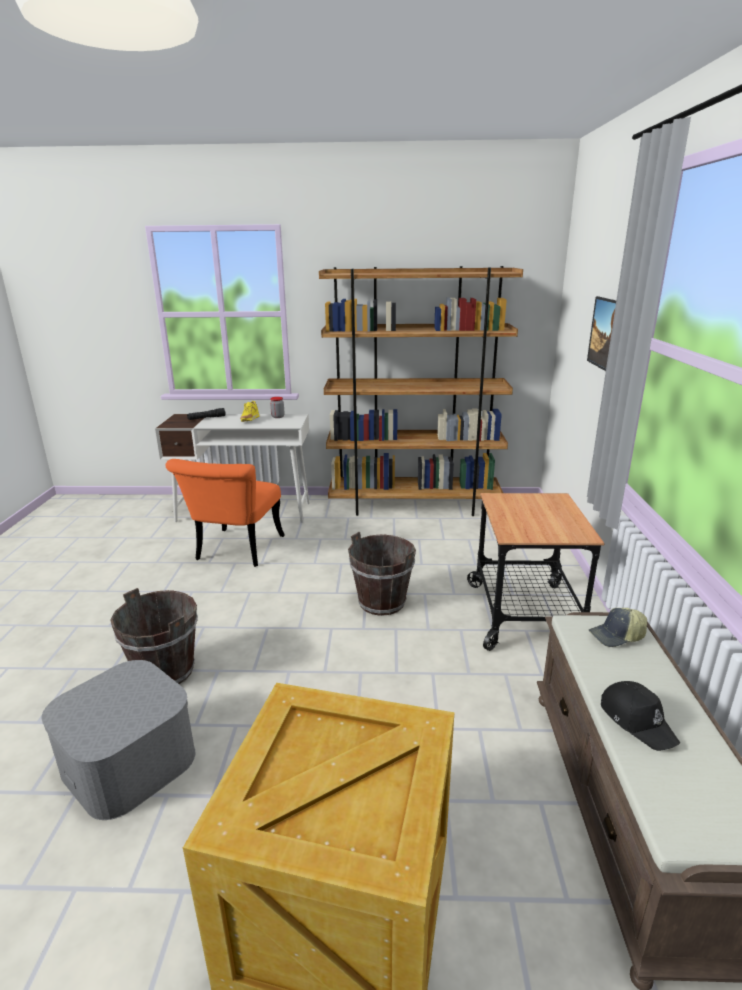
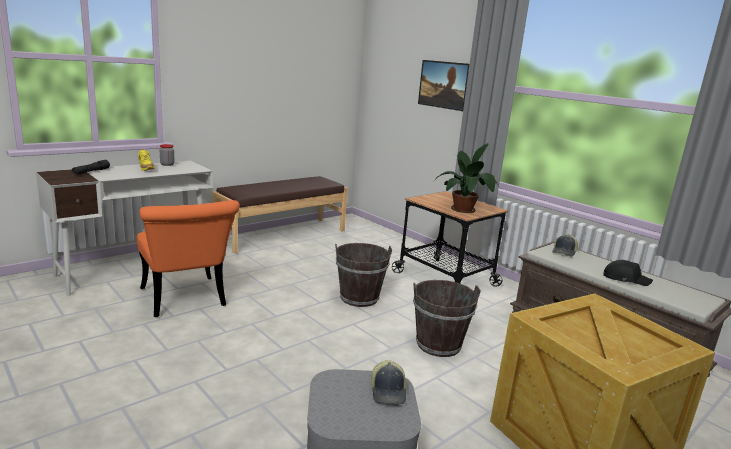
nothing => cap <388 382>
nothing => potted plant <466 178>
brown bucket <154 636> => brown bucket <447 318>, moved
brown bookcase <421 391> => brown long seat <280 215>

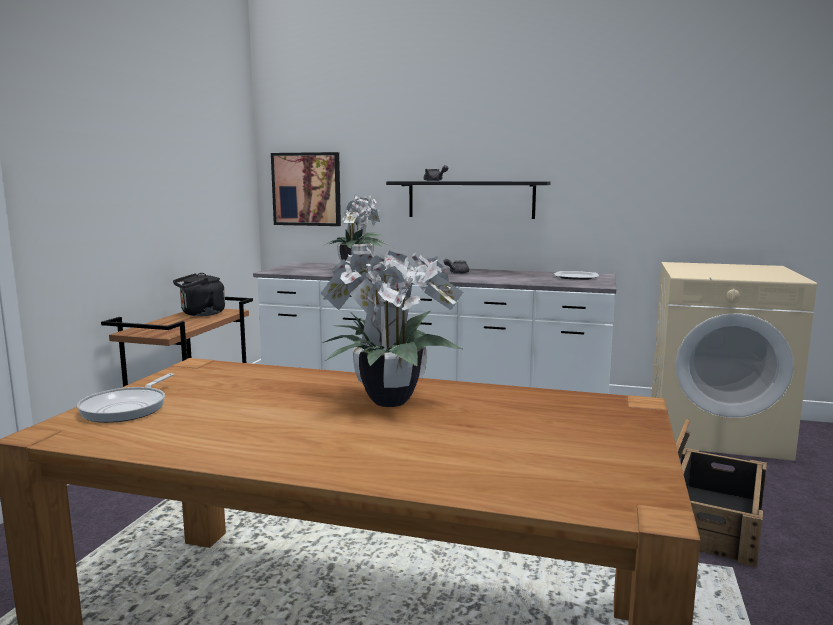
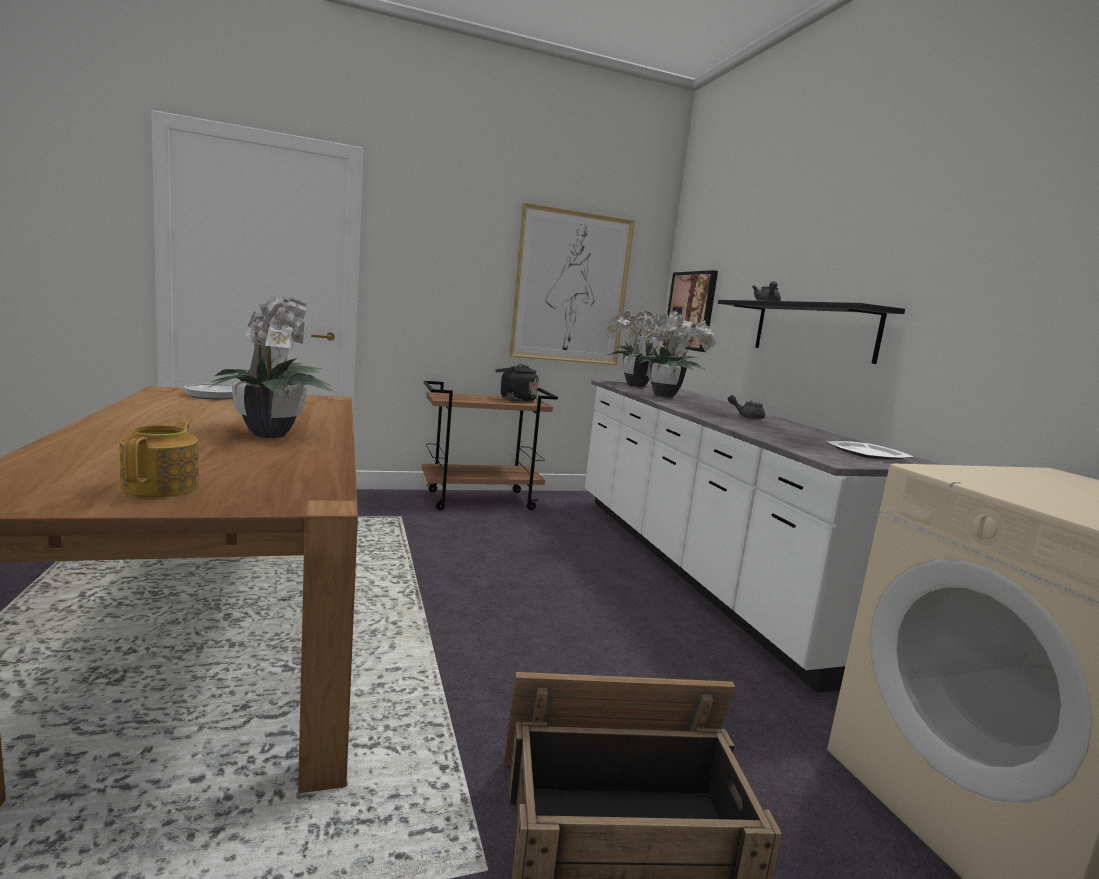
nothing => pot for tea <159 460>
nothing => wall picture <572 283>
nothing => potted plant <635 348>

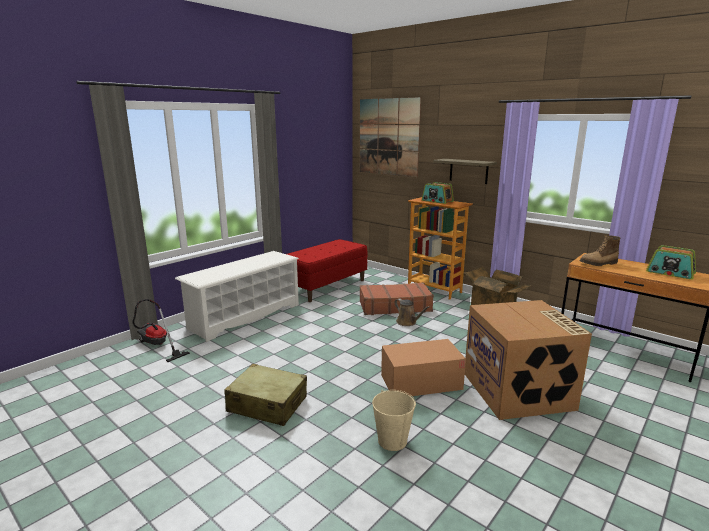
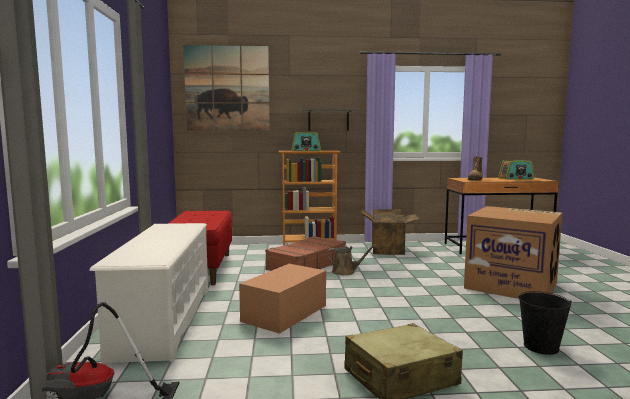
carton <423 367> => carton <282 299>, moved
beige bucket <394 420> => black bucket <545 323>

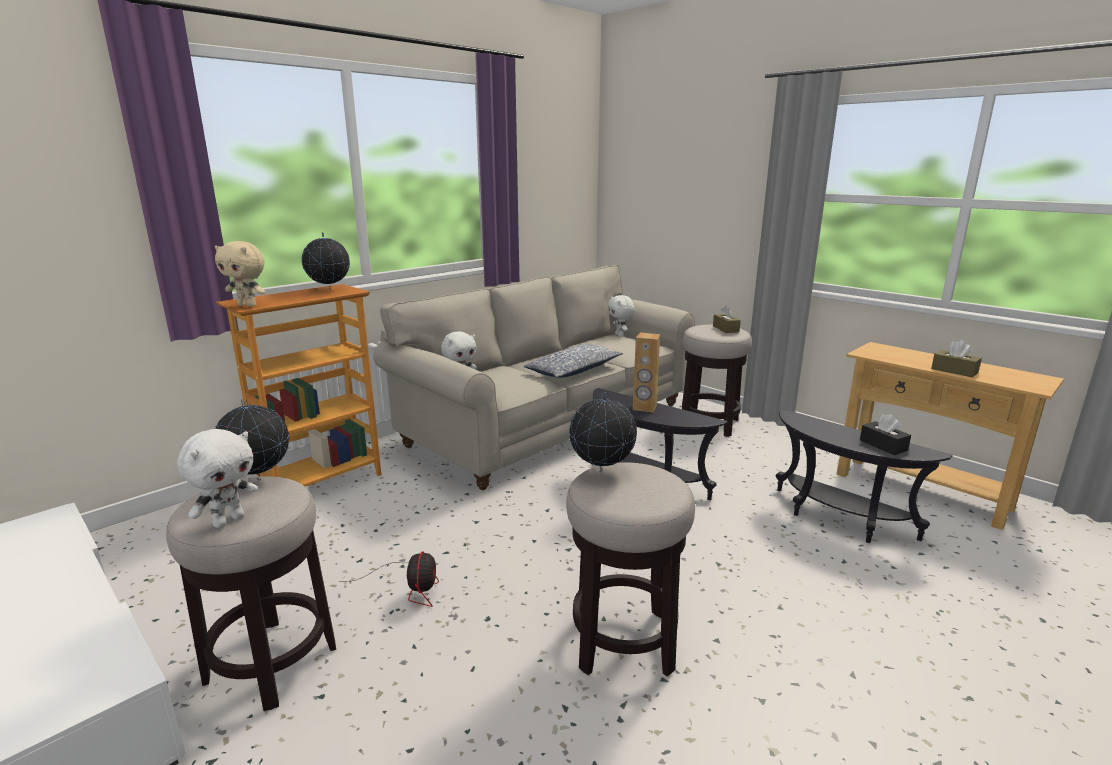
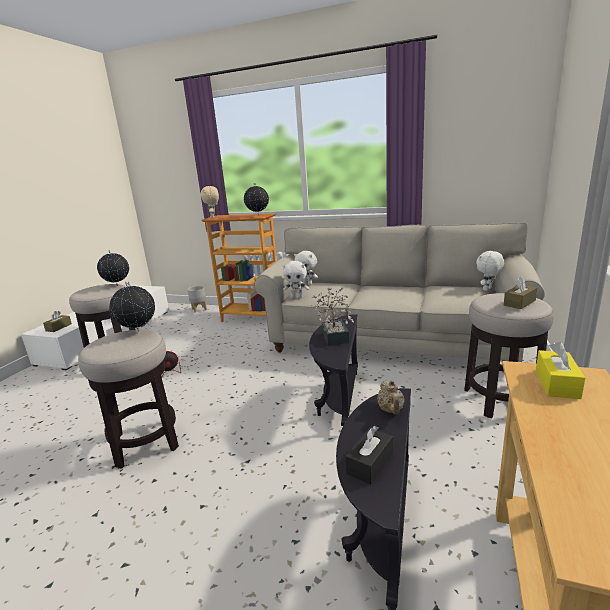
pillow <573 361> => nothing
nothing => grey plant pot <197 299>
nothing => beige pot for tea <391 397>
nothing => yellow box of tissues <560 370>
white plush toy <217 478> => white plush toy <295 279>, moved
brown box of tissues <956 358> => brown box of tissues <57 321>, moved
brown loudspeaker <646 372> => potted plant <332 316>

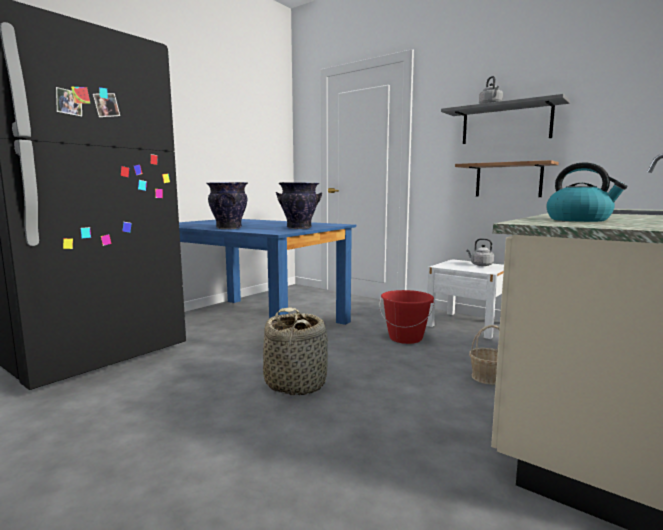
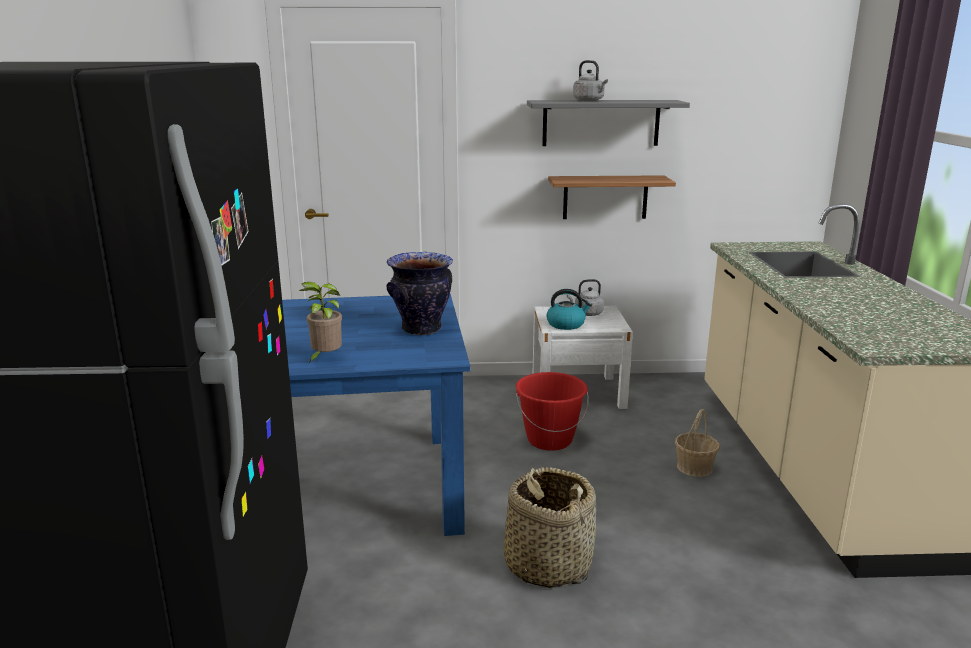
water kettle <586 192> => water kettle <569 309>, moved
decorative vase <227 205> => potted plant <320 323>

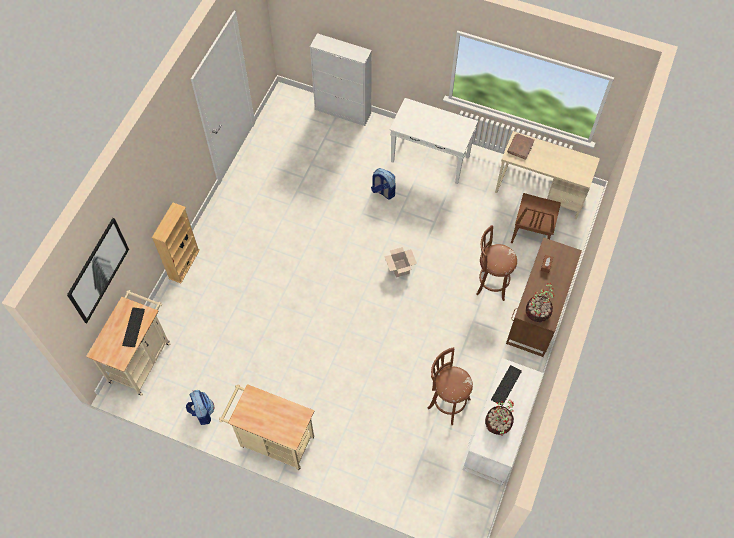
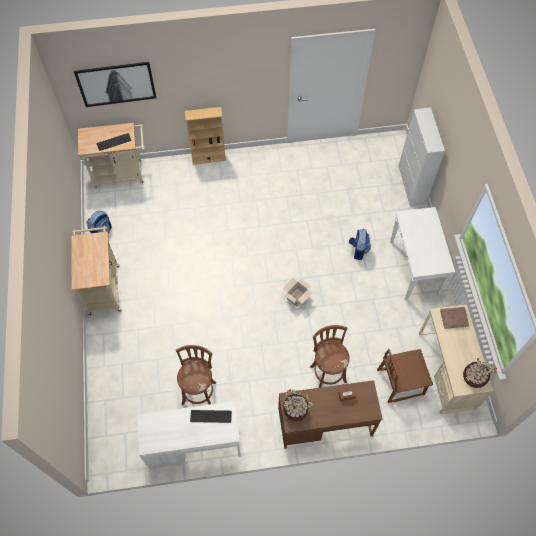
potted plant <499 418> => potted plant <480 373>, moved

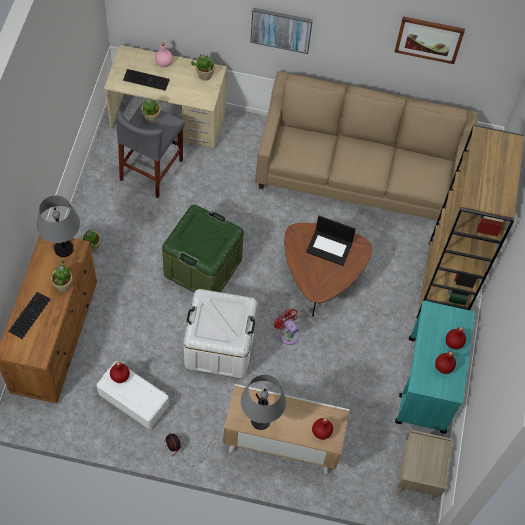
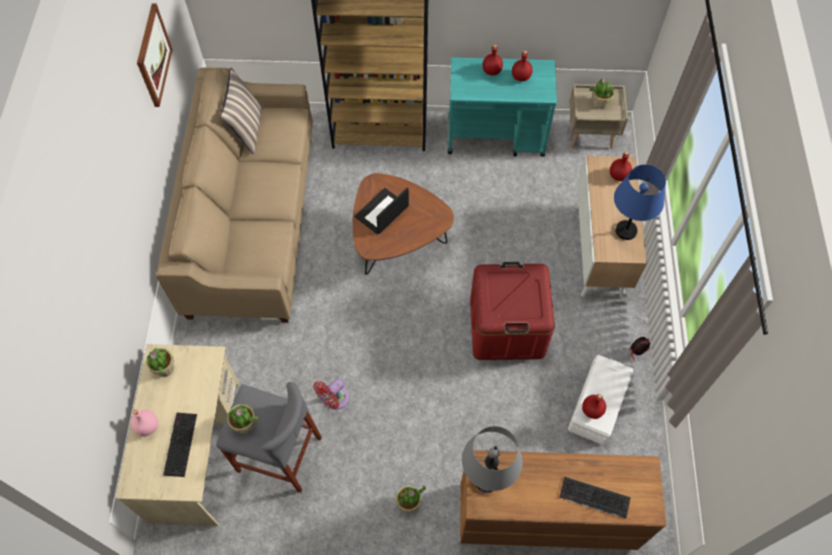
green storage container <203 248> => nothing
wall picture <281 31> => nothing
nothing => pillow <241 110>
potted plant <62 275> => potted plant <602 93>, moved
red fan <286 327> => red fan <331 393>, moved
white storage container <221 334> => red storage container <512 311>
grey table lamp <263 402> => bluish table lamp <640 202>
notebook computer <331 241> => notebook computer <381 210>, 150 degrees counterclockwise

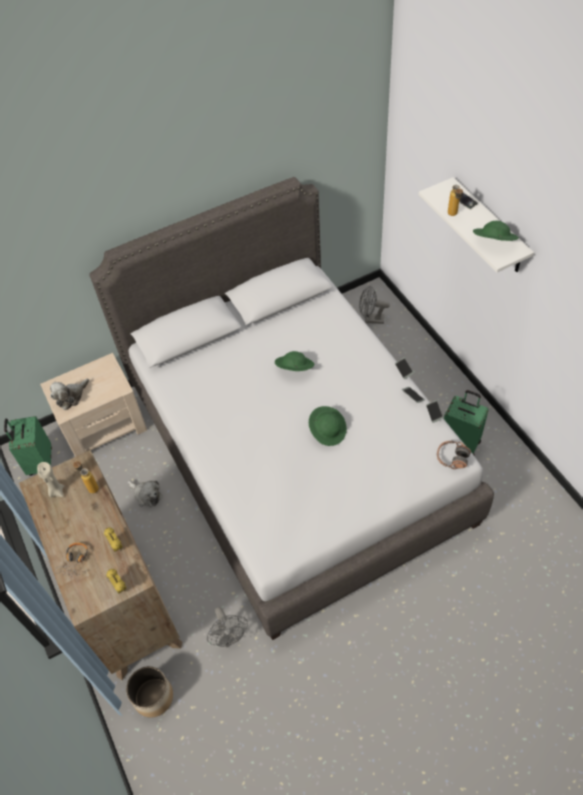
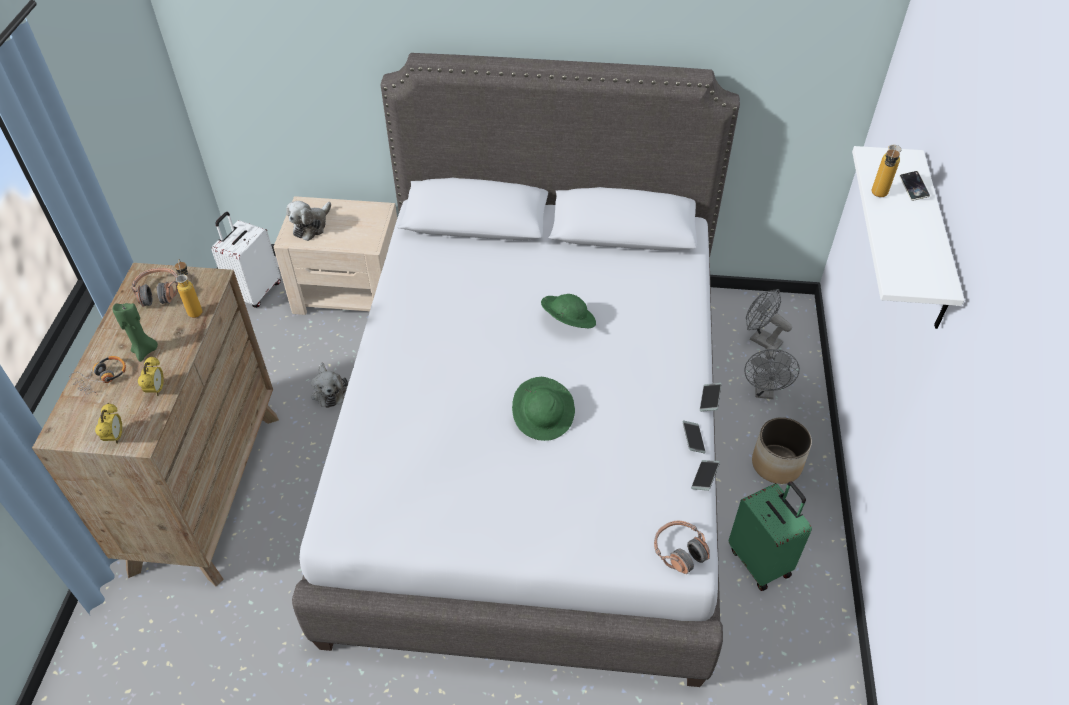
green hat <496 231> => nothing
nothing => green wax candle <135 332>
plant pot <149 692> => plant pot <782 450>, moved
grey fan <227 627> => grey fan <772 372>, moved
beige wax candle <50 480> => headset <155 287>
green travel case <28 446> => white travel case <246 260>
plush toy <69 394> => plush toy <308 221>, 45 degrees counterclockwise

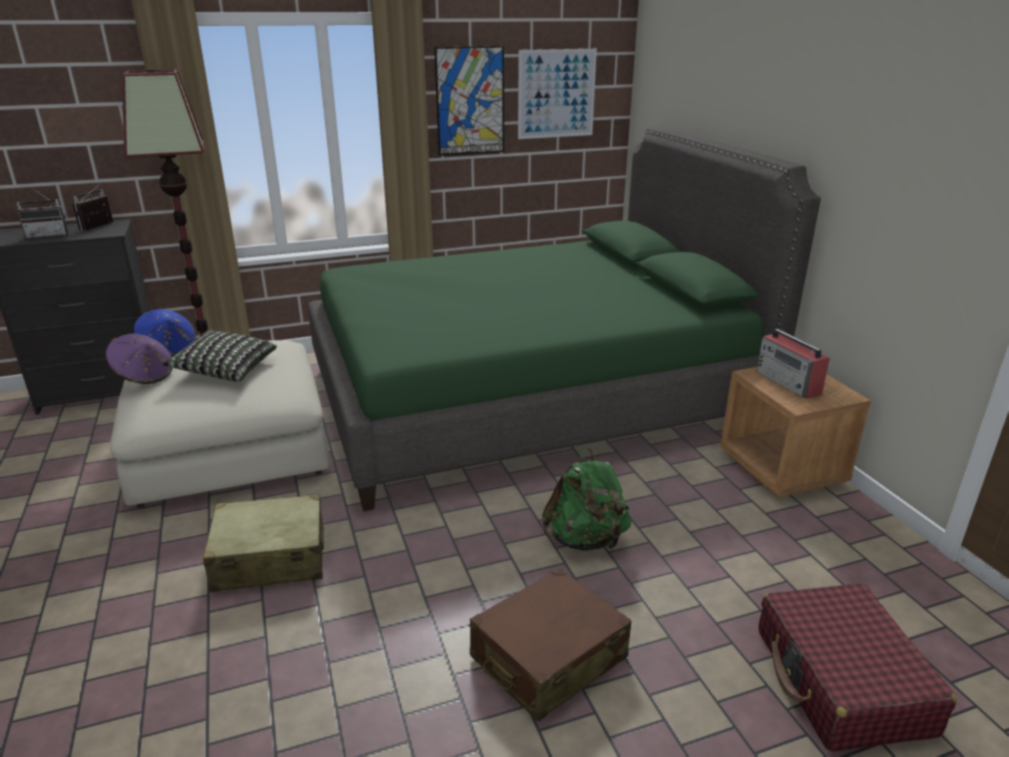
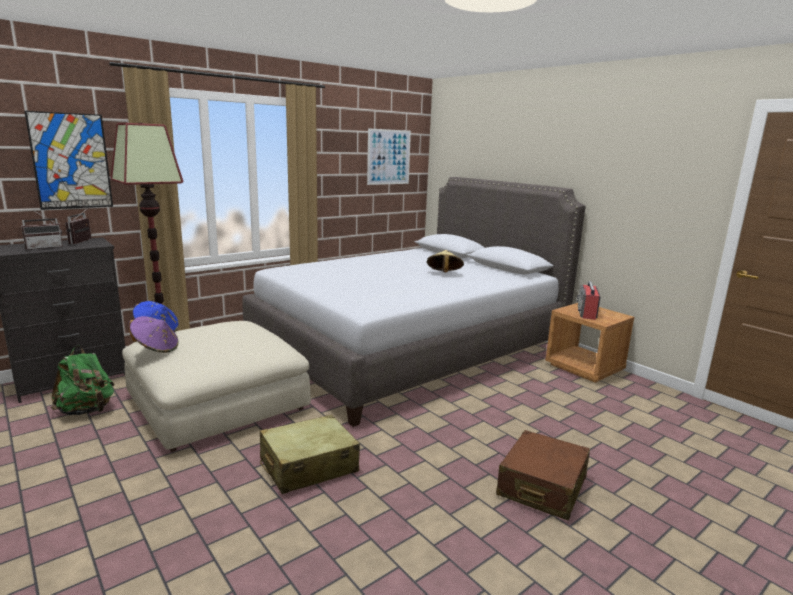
pillow <220 356> => nothing
red travel case <857 667> => nothing
nothing => beige hat <445 261>
wall picture <469 101> => wall picture <68 160>, moved
green rucksack <586 500> => green rucksack <83 380>, moved
green sleeping bed <564 319> => grey sleeping bed <414 302>
radio set <793 364> => radio set <588 300>, 60 degrees clockwise

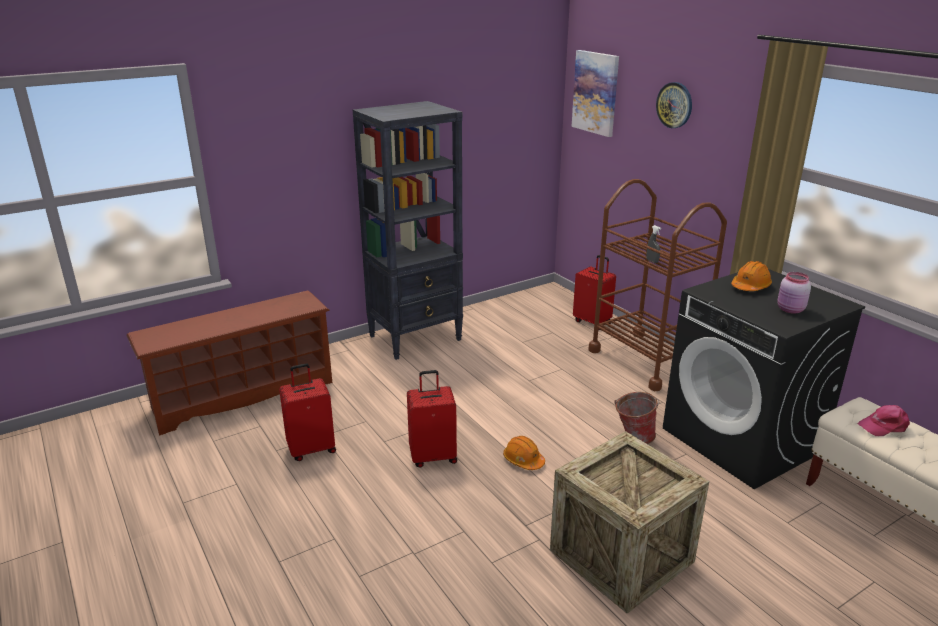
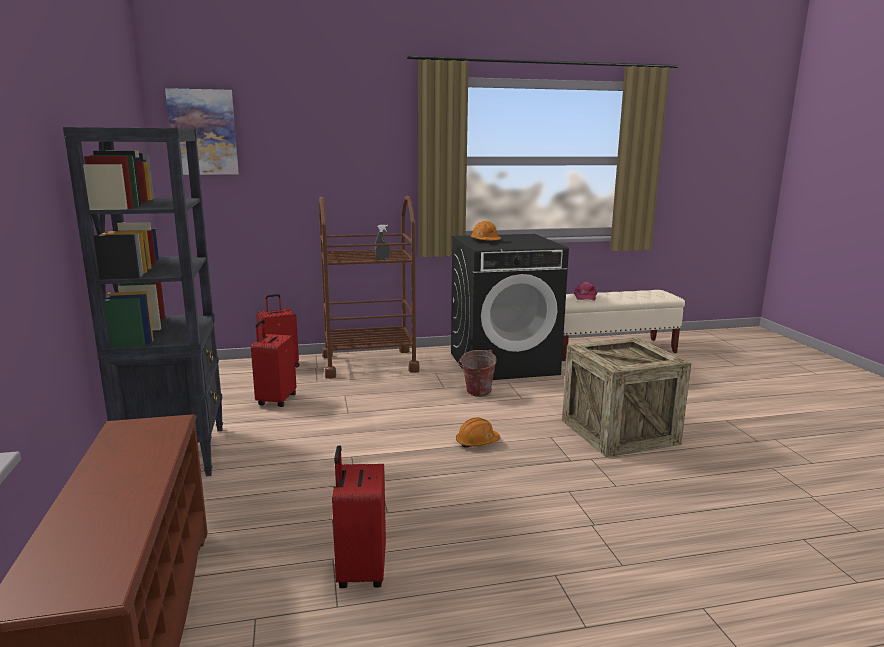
hanging clock <674 105> => nothing
pinkish storage jar <794 293> => nothing
red travel case <432 419> => red travel case <273 363>, moved

